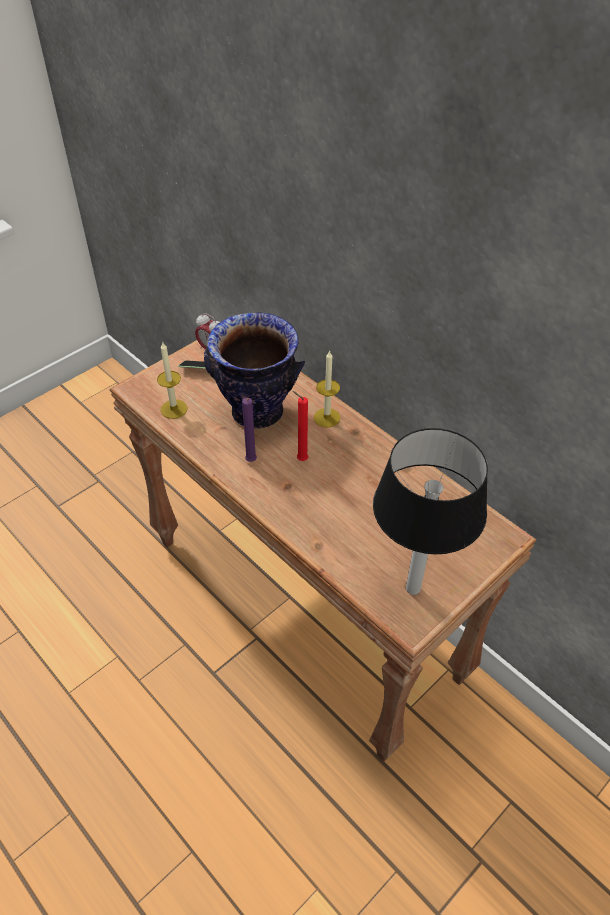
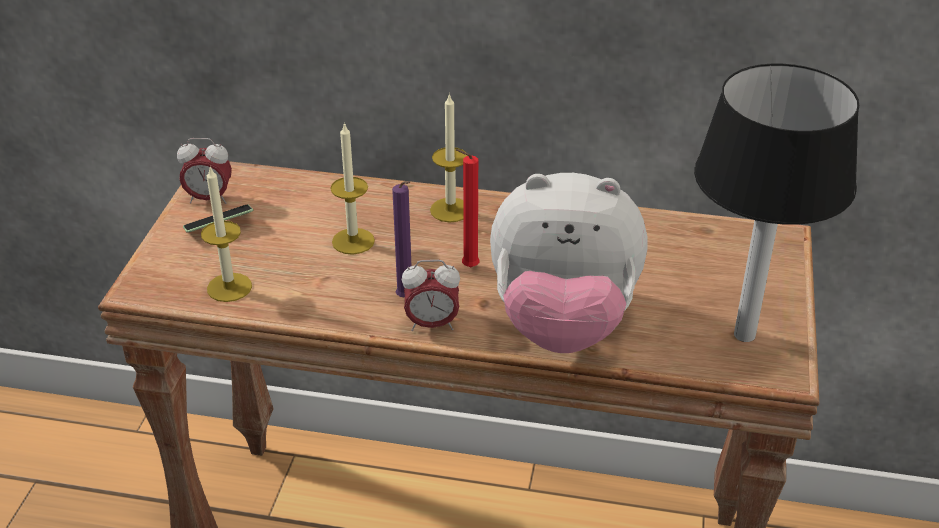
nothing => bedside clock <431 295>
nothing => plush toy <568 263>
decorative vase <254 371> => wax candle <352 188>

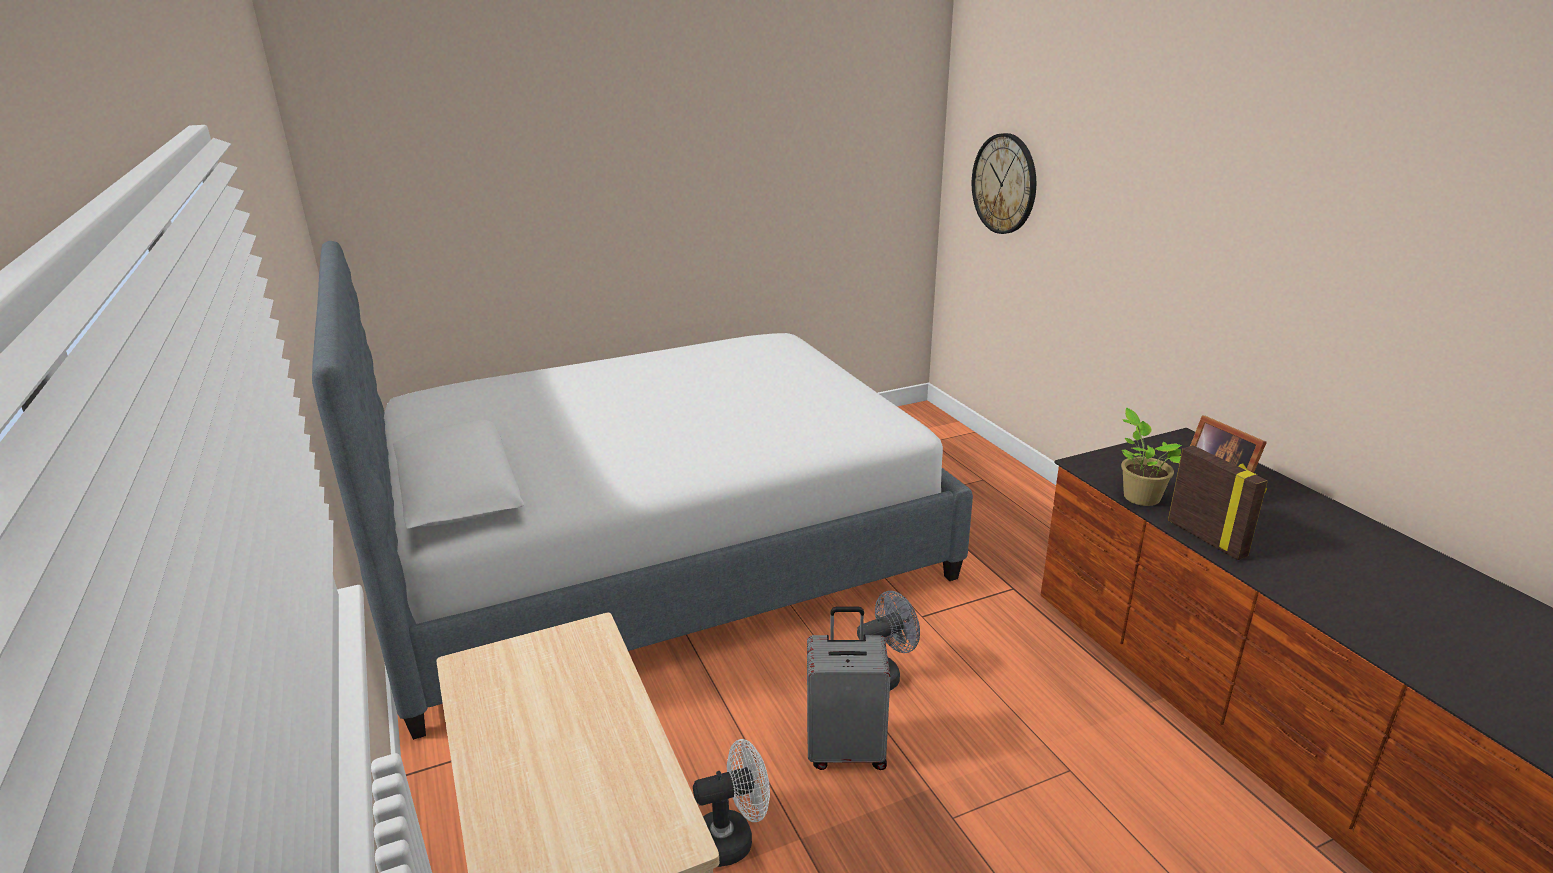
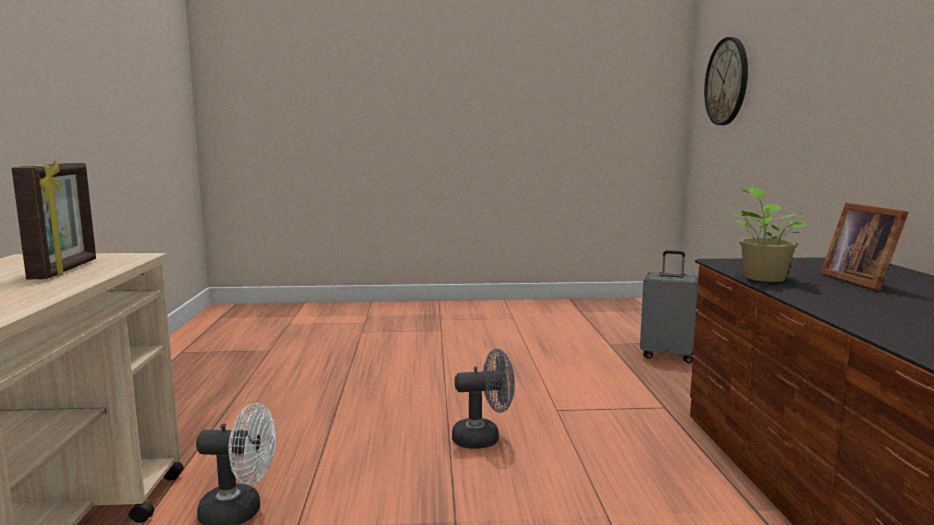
sleeping bed <642 490> => nothing
grey travel case <848 688> => grey travel case <669 306>, moved
photo frame <1218 502> => photo frame <54 220>, moved

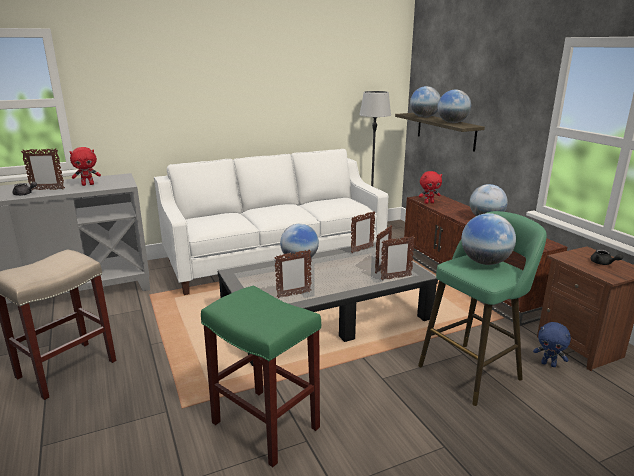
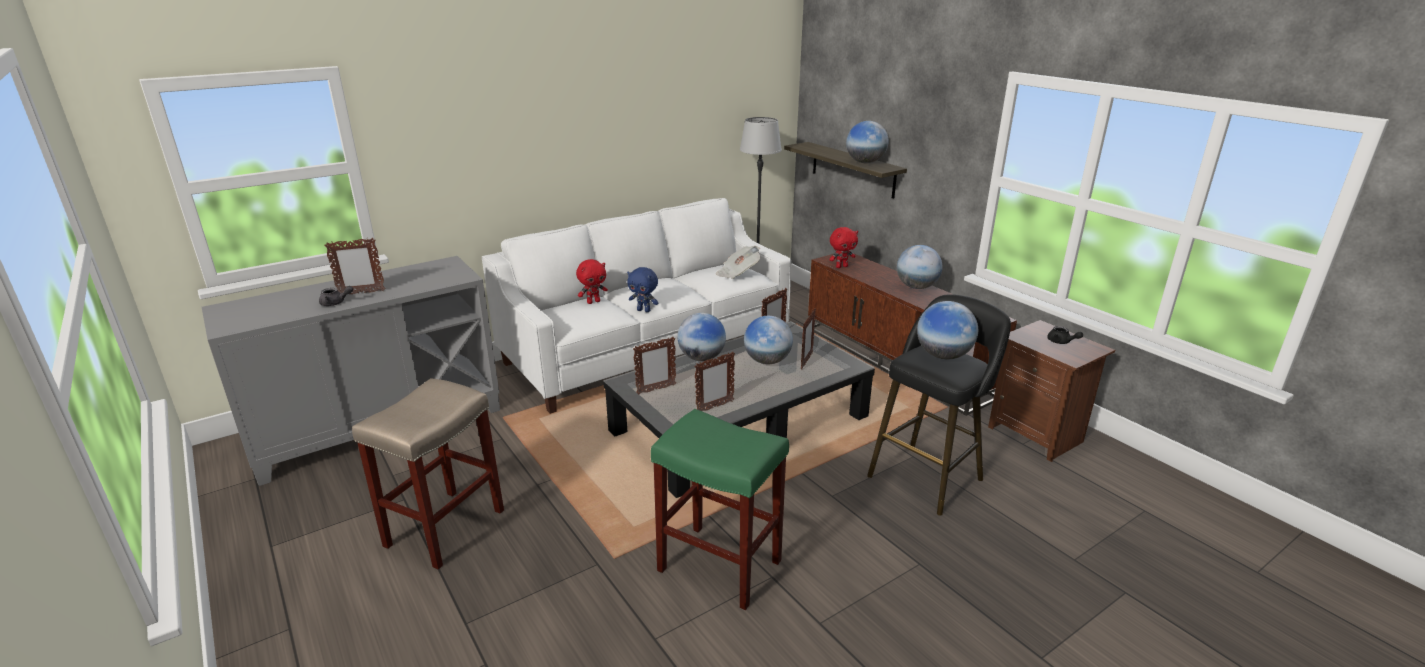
nothing => printed paper <738 262>
red plush toy <85 166> => red plush toy <592 281>, moved
photo frame <398 258> => photo frame <654 366>, moved
globe <425 102> => globe <768 340>, moved
bluish plush toy <552 344> => bluish plush toy <642 289>, moved
green stool <482 308> => black stool <939 405>

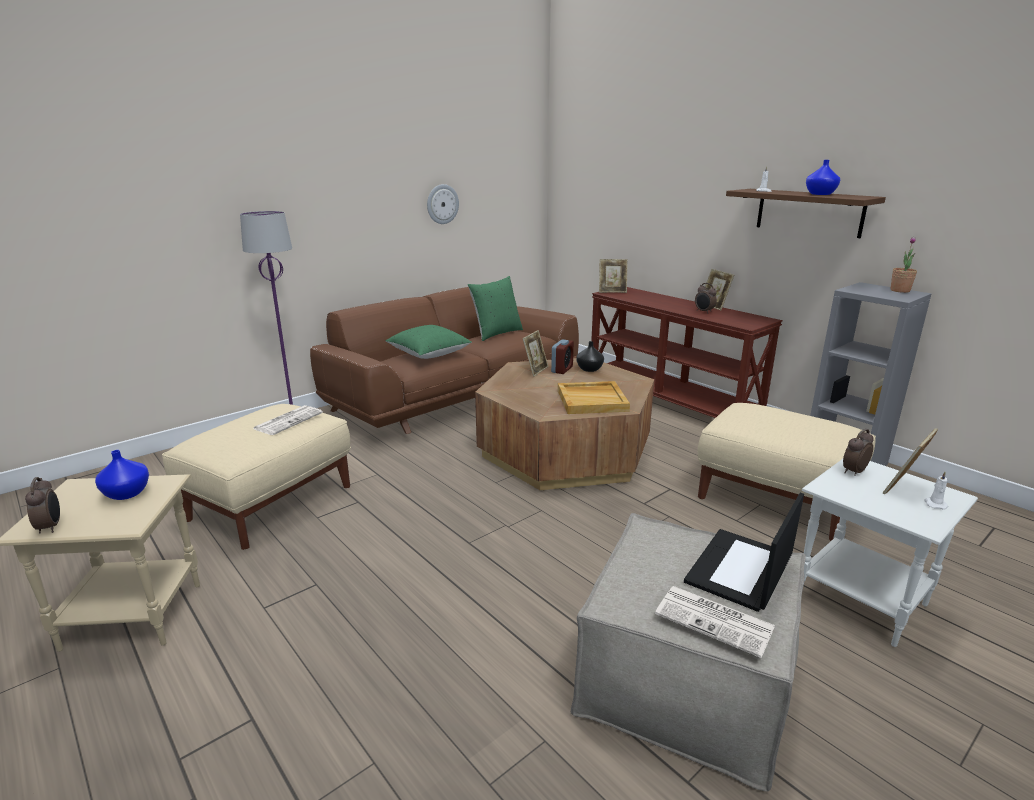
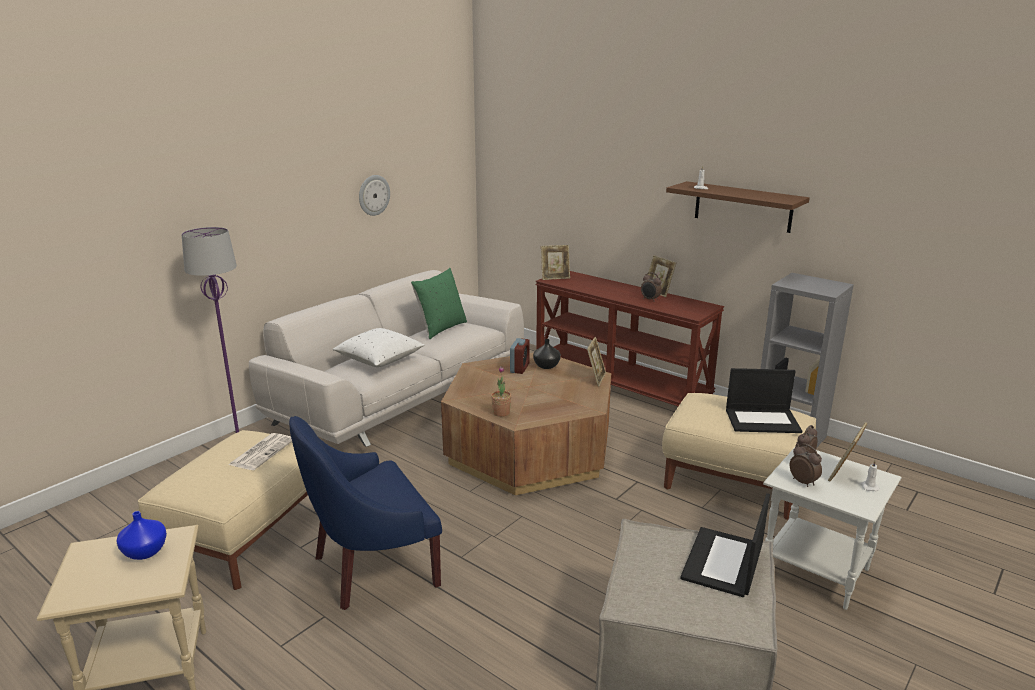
beige serving tray <594 397> => nothing
printed paper <715 622> => nothing
bluish decorative vase <823 177> => nothing
nothing => bluish lounge chair <365 513>
nothing => notebook computer <764 400>
bedside clock <42 505> => bedside clock <806 465>, moved
photo frame <535 353> => photo frame <596 362>, moved
potted plant <903 265> => potted plant <501 391>, moved
brown couch <444 360> => white couch <386 358>
green pillow <429 342> => white pillow <378 347>

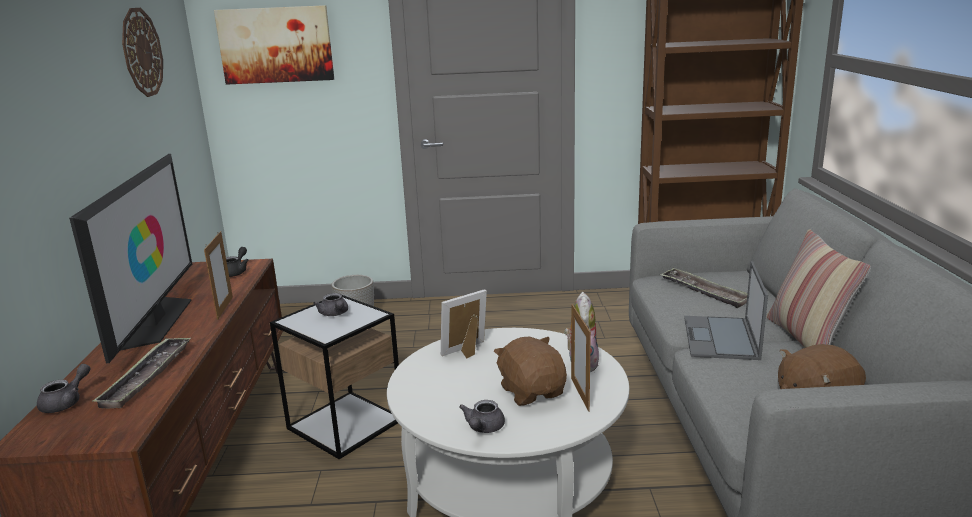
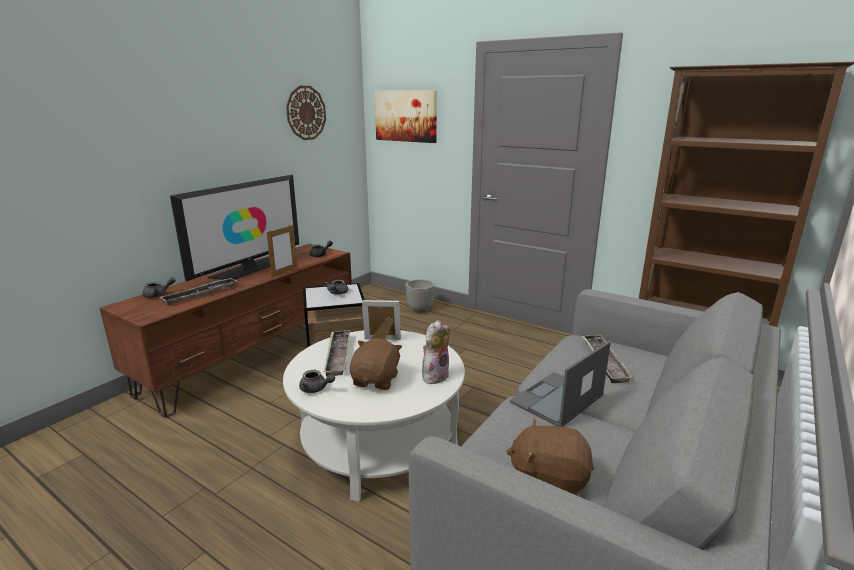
photo frame <581 358> => nothing
pillow <819 288> => nothing
nothing => serving tray <337 353>
grey pot for tea <482 416> => grey pot for tea <317 381>, 120 degrees counterclockwise

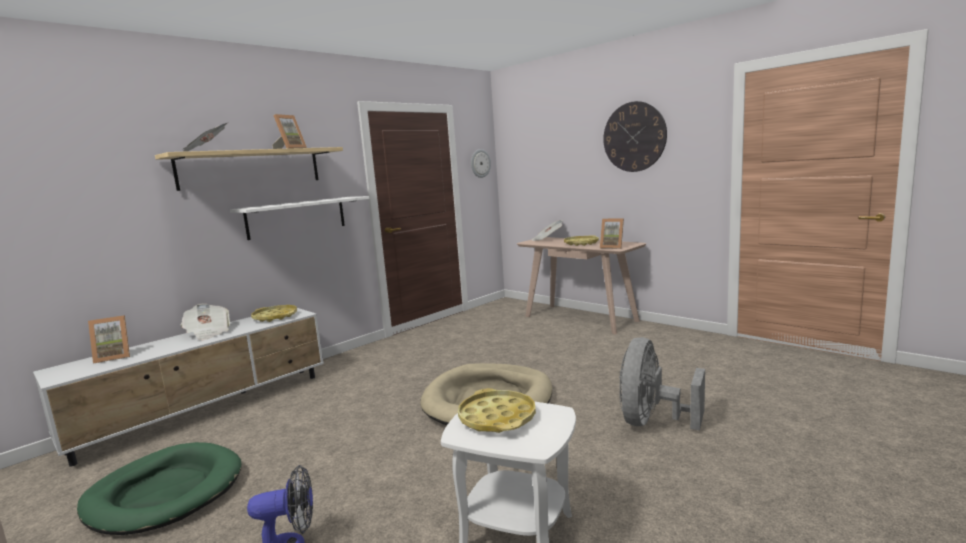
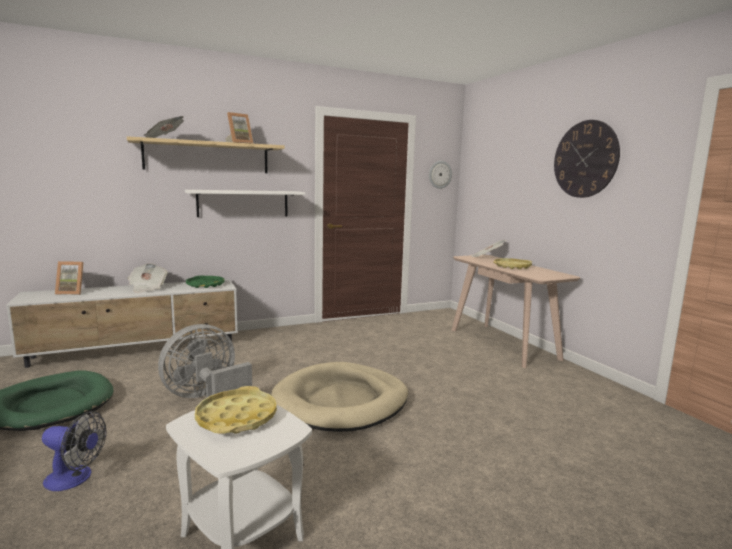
photo frame <612 234> => nothing
grey fan <662 383> => grey fan <205 361>, moved
yellow serving tray <274 313> => green serving tray <205 282>

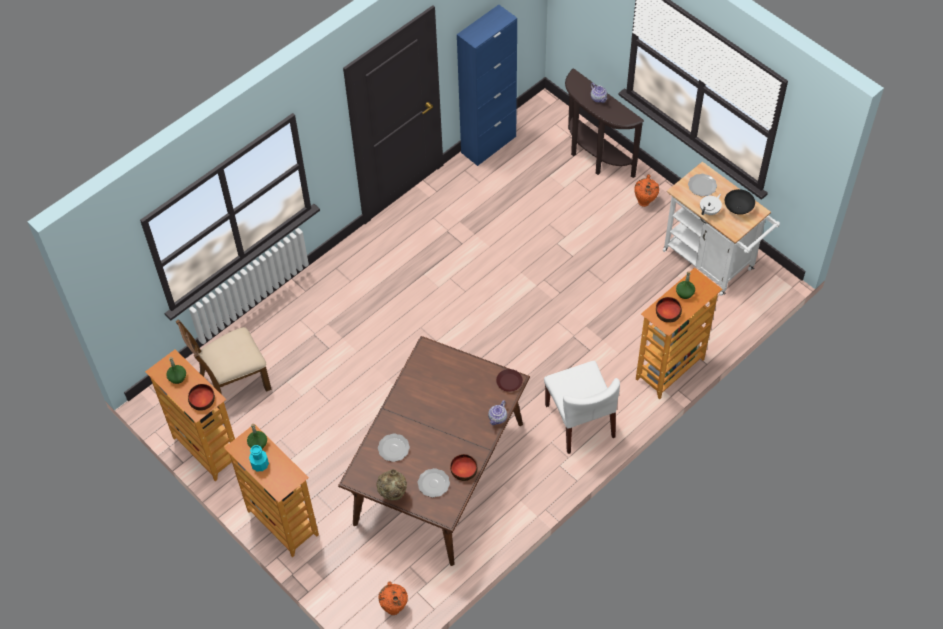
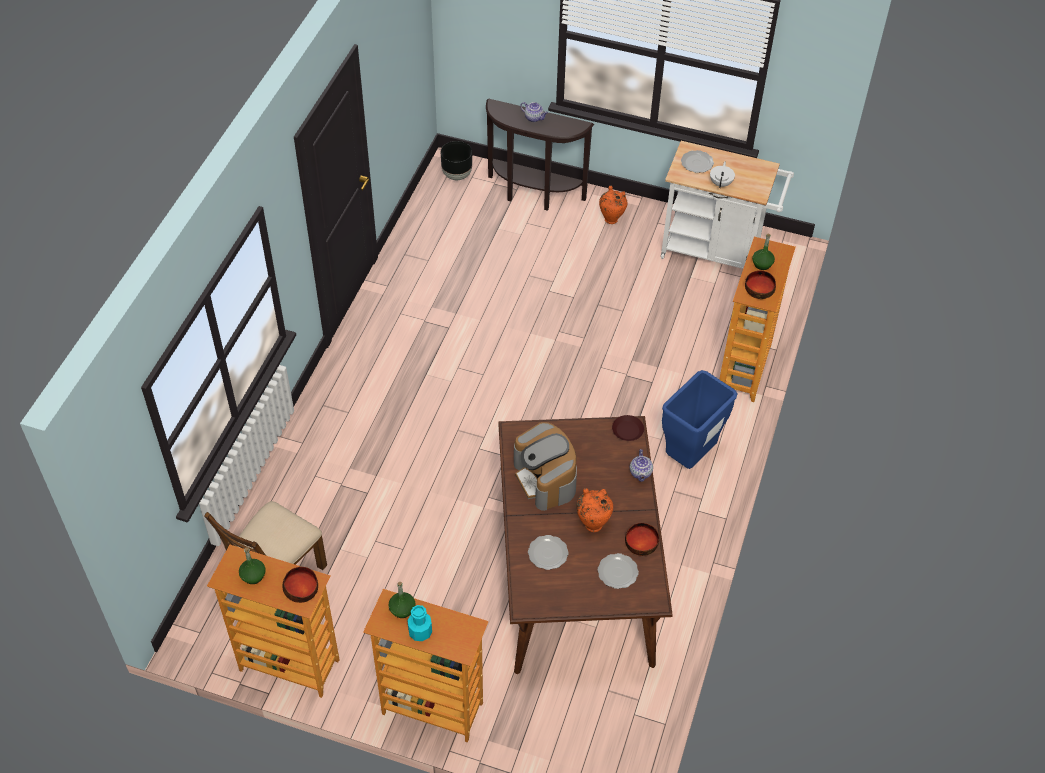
beige decorative vase <392 484> => nothing
bluish storage cabinet <487 85> => nothing
black bowl <740 202> => nothing
nothing => black plant pot <456 160>
nothing => coffee brewer <545 466>
orangey decorative vase <393 598> => orangey decorative vase <594 510>, moved
white upright chair <582 407> => bluish trash can <700 419>

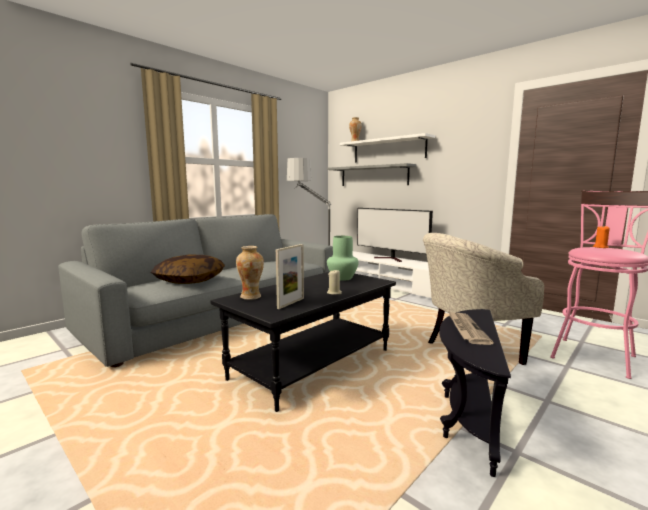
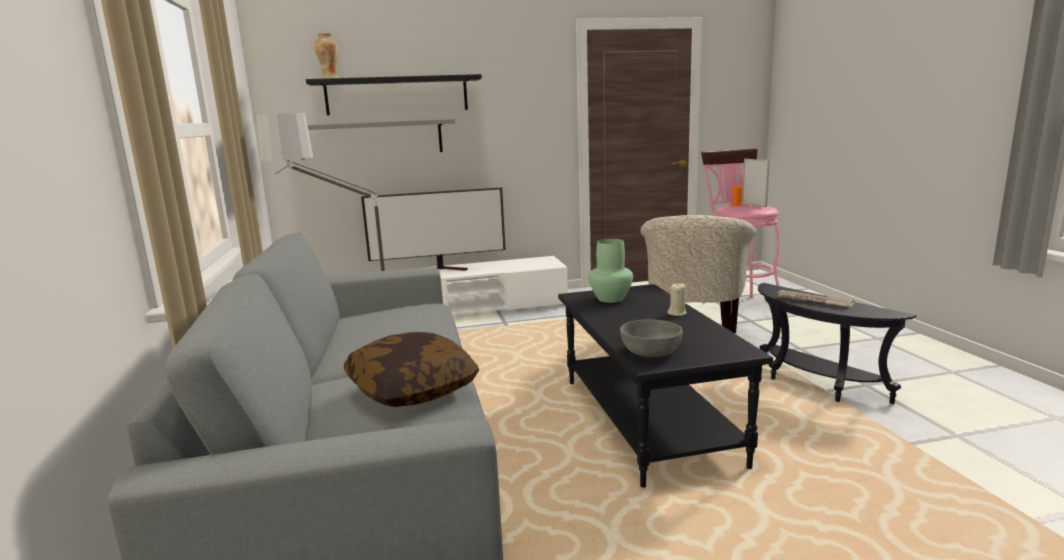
photo frame <290 276> => photo frame <756 183>, moved
decorative vase <250 273> => grey bowl <651 338>
white bracket shelf <387 148> => black bracket shelf <394 94>

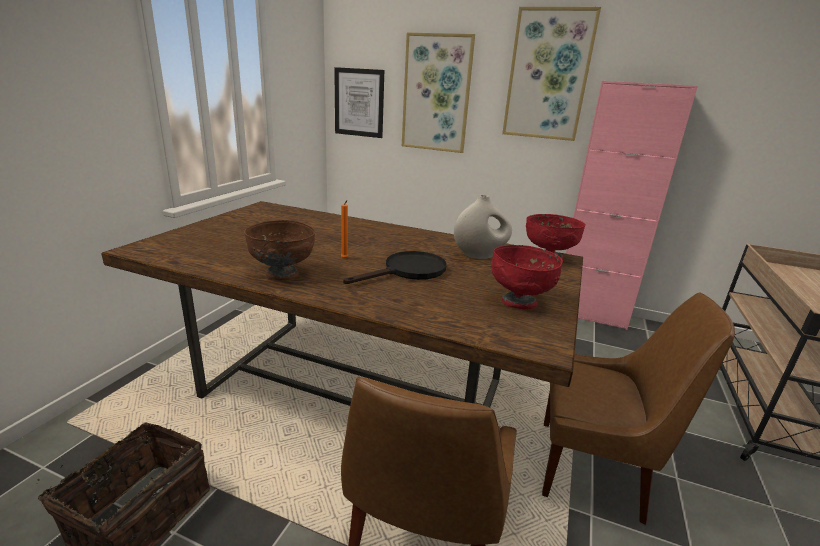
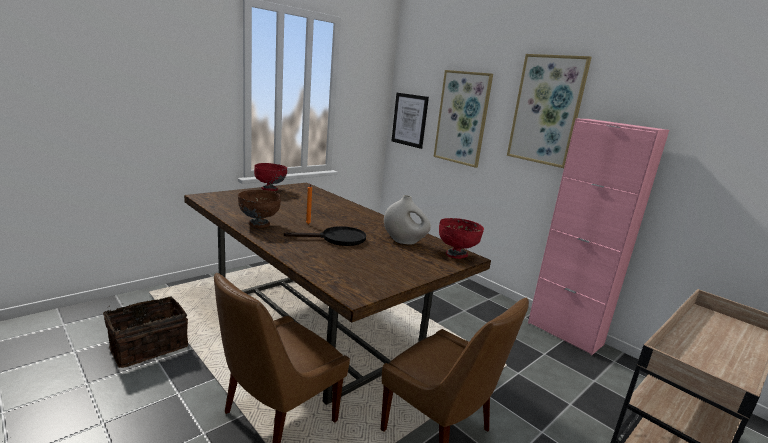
red bowl <527 277> => red bowl <270 177>, moved

